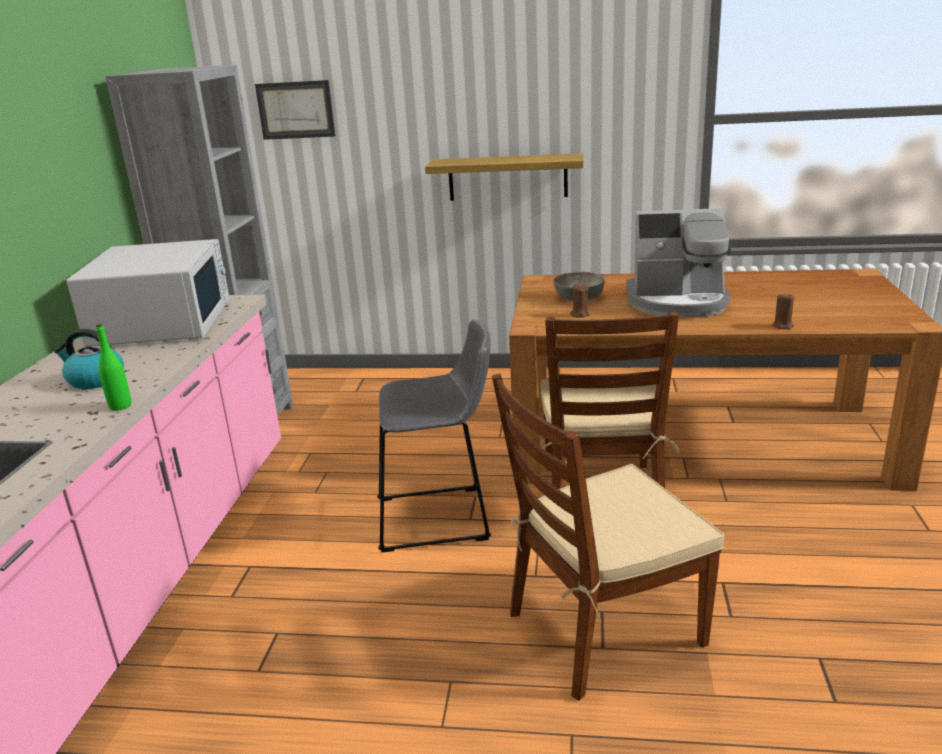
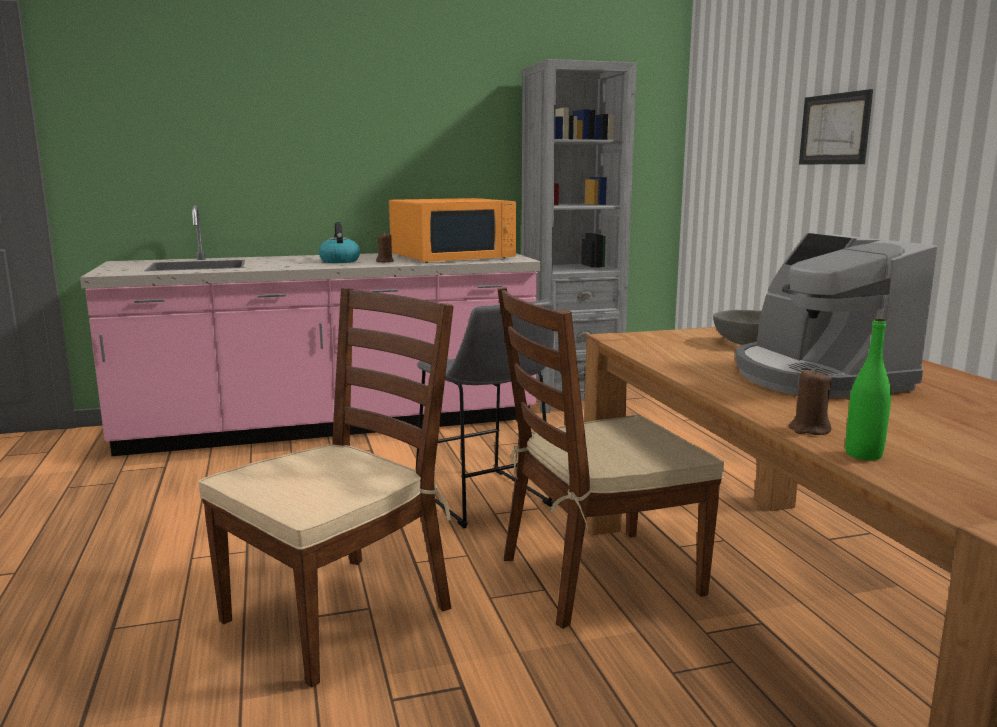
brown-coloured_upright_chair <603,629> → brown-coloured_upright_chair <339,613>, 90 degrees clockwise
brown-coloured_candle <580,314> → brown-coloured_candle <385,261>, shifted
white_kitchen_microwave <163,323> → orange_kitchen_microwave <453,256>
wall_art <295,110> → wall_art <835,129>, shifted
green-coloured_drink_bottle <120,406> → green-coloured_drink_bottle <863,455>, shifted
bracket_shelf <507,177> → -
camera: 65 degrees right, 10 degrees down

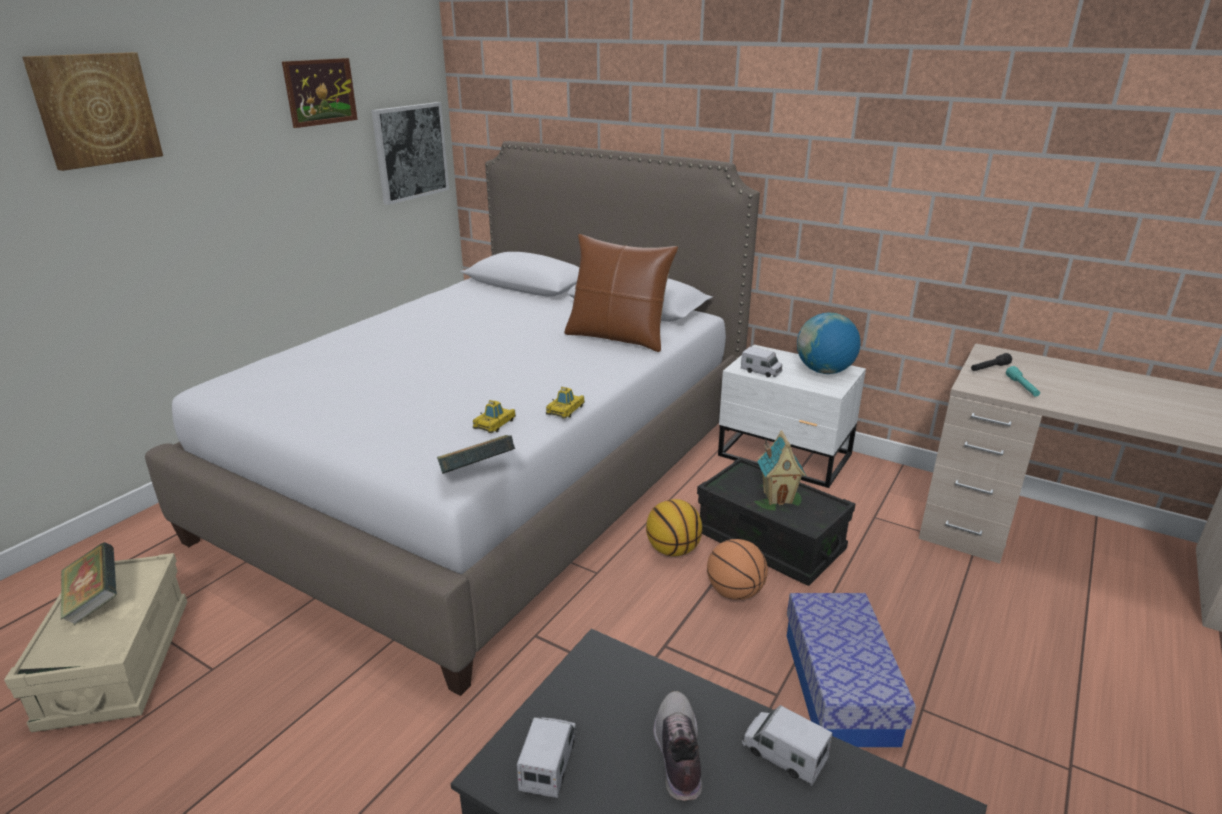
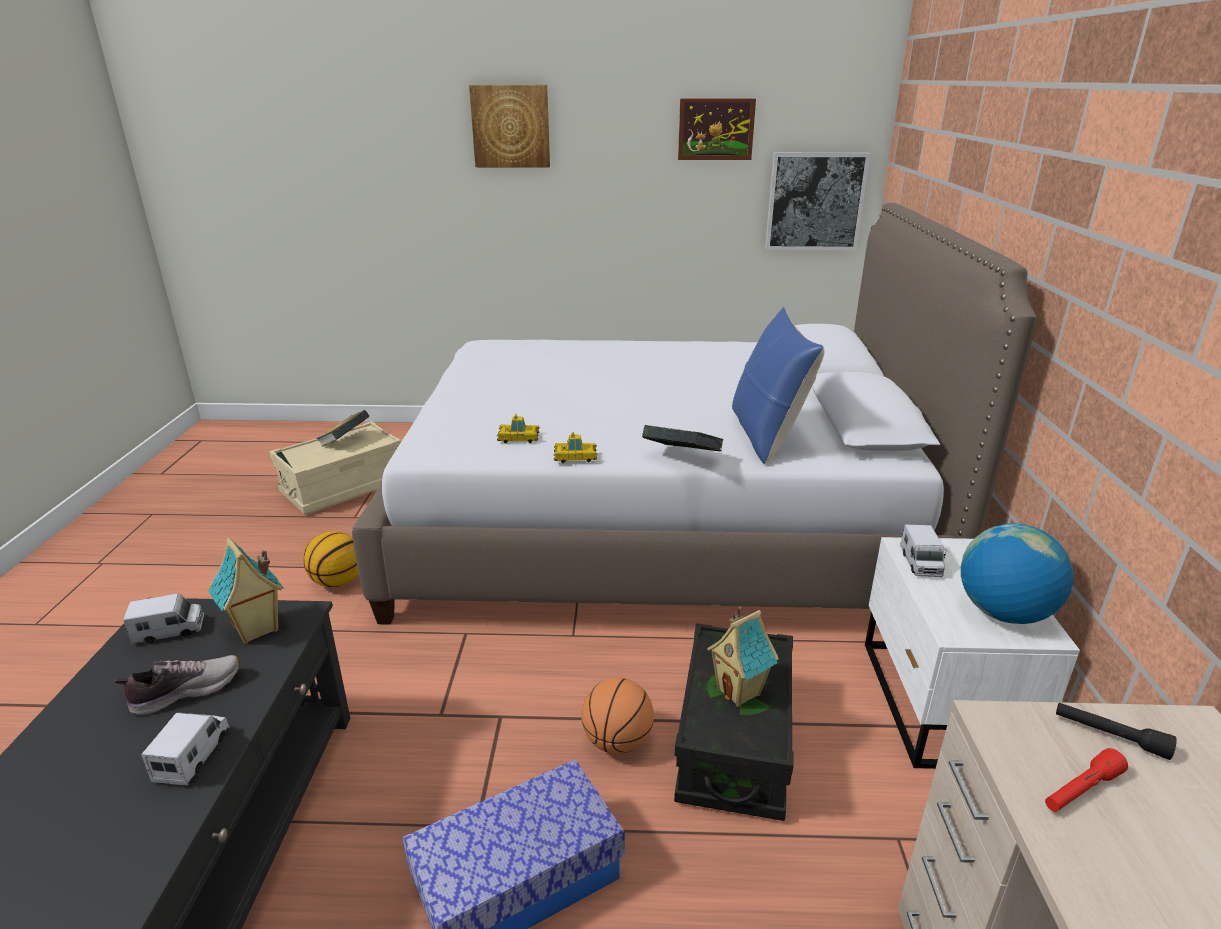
- → model_house <256,630>
basketball_ball <673,550> → basketball_ball <337,581>, shifted
volume <477,475> → volume <681,458>, shifted
brown-coloured_cushion <618,338> → bluish_cushion <767,435>
turquoise_hand_torch <1022,387> → red_hand_torch <1080,790>
camera: 60 degrees right, 0 degrees up

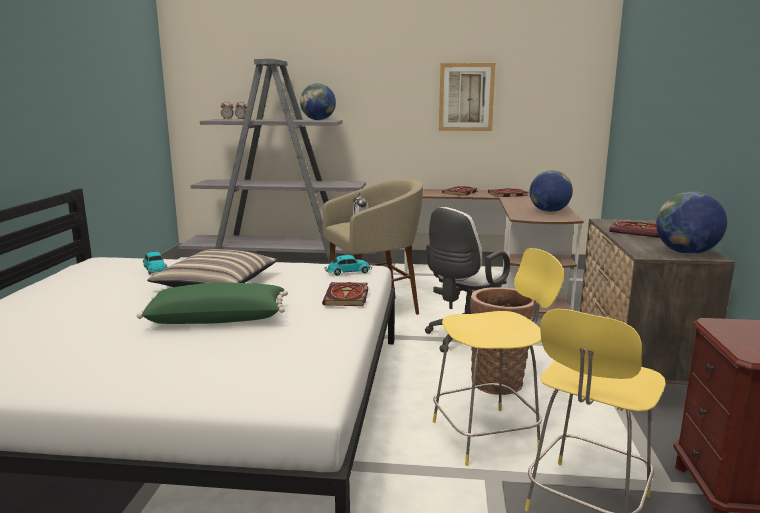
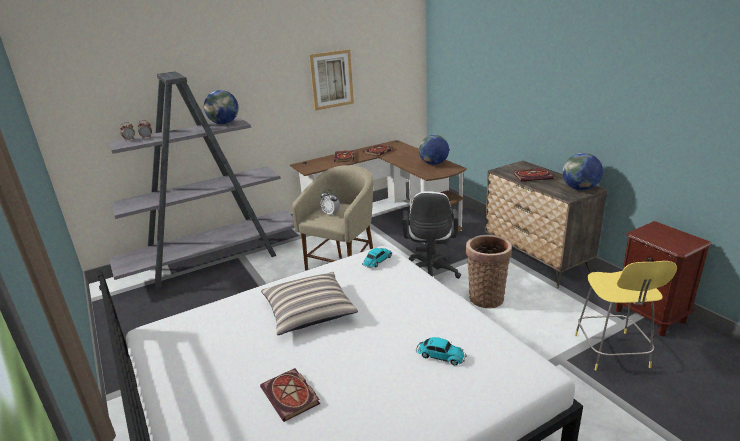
volume <347,297> → volume <292,396>, shifted
model_car <155,269> → model_car <439,355>, shifted
green-coloured_cushion <218,319> → -
yellowish_stool_seat <488,434> → -
camera: 35 degrees left, 10 degrees up

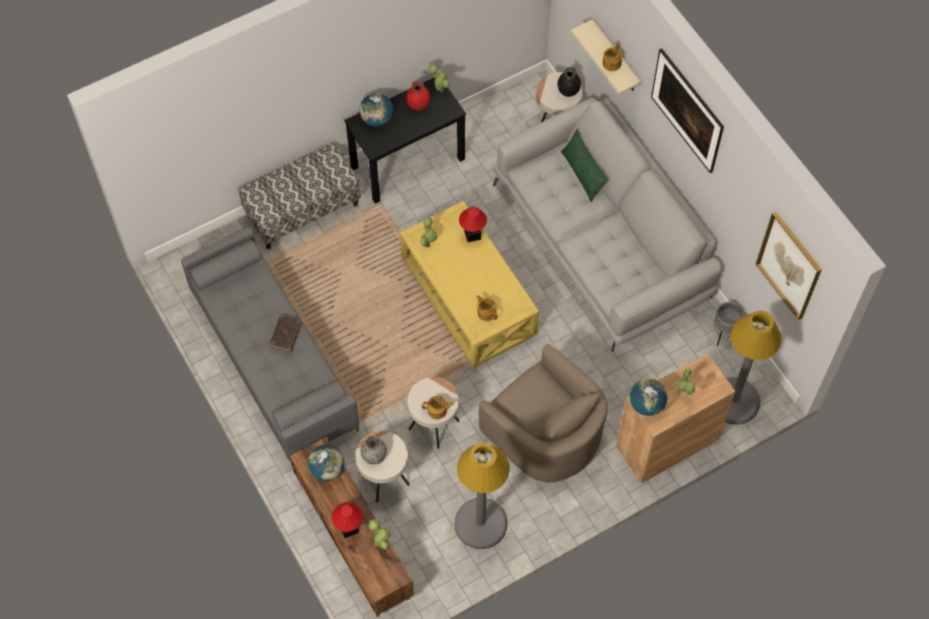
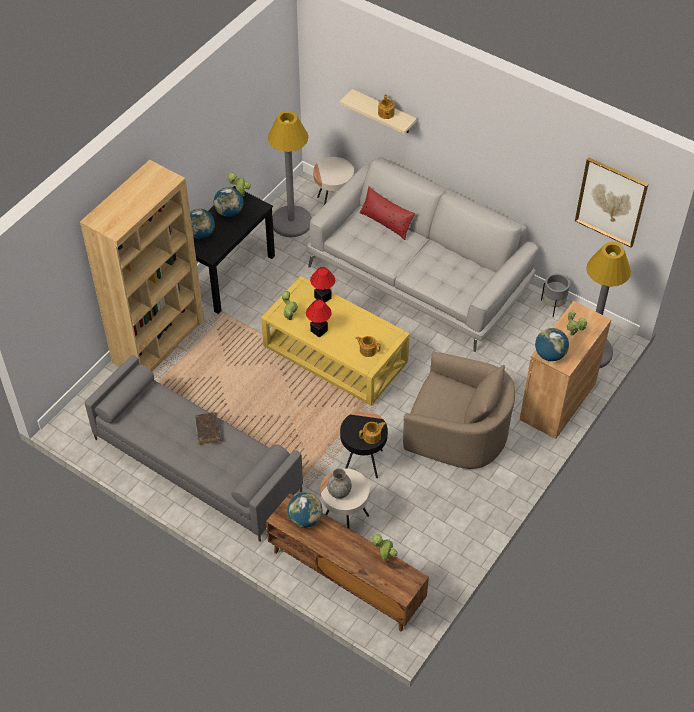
indoor_bench <303,210> → brown-coloured_bookcase <159,341>
red_vase <418,105> → desk_globe <229,212>
grey_standing_lamp <480,523> → grey_standing_lamp <291,222>, shifted
tabletop_lamp <349,528> → tabletop_lamp <319,330>, shifted
sand-coloured_side_table <434,425> → black-coloured_side_table <363,461>
green-coloured_cushion <583,173> → red_cushion <386,222>
black-coloured_vase <568,91> → -
wall_art <685,122> → -
camera: 25 degrees left, 10 degrees down

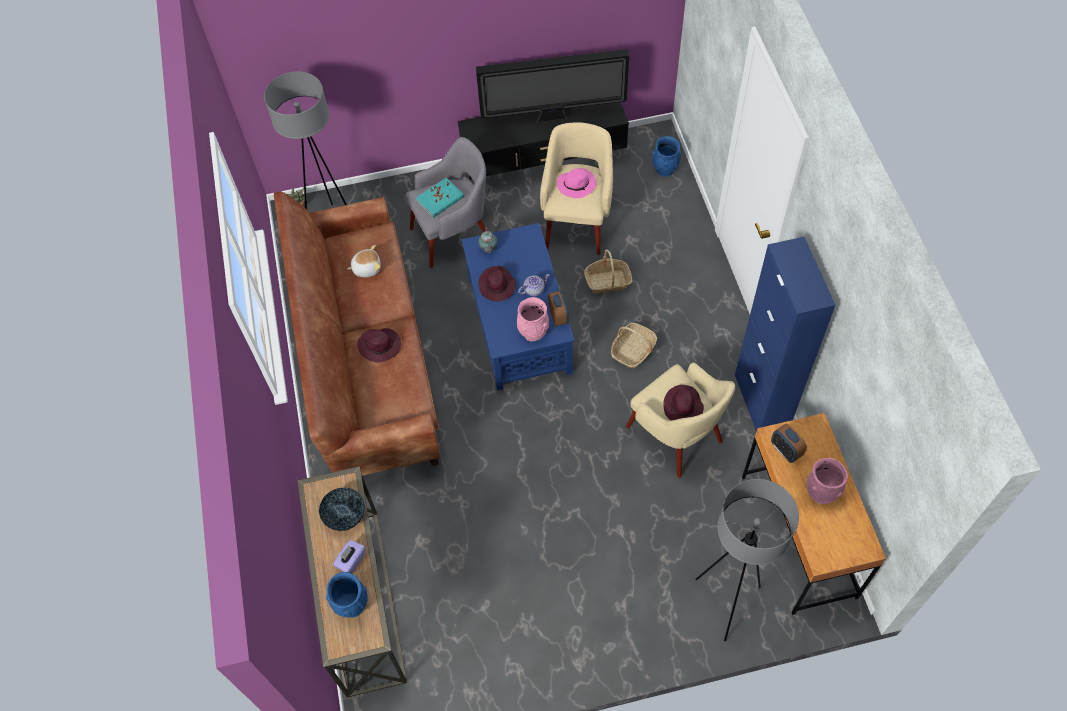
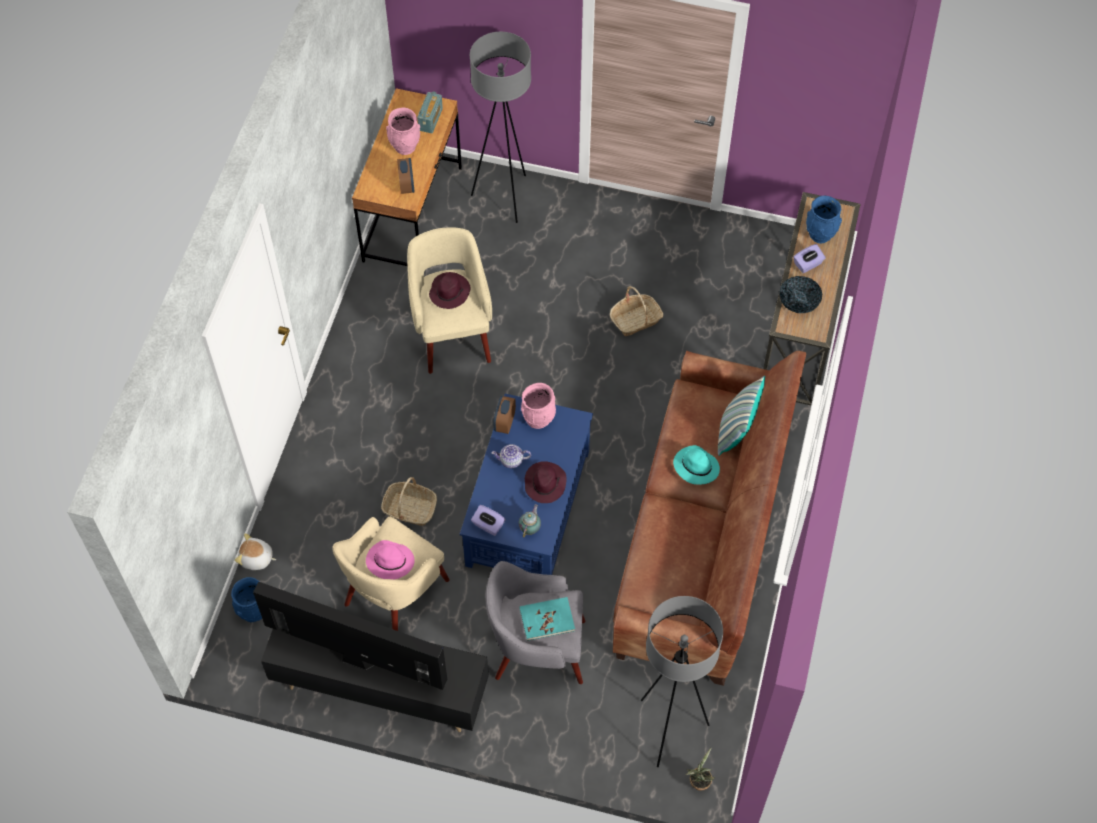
soft_toy <366,268> → soft_toy <256,559>, shifted
- → radio_set <430,119>
- → purplish_tissue_holder <488,525>
basket <633,350> → basket <635,320>, shifted
purplish_wearable_hat <380,346> → turquoise_wearable_hat <695,467>
- → cushion <736,431>
bluish_storage_cabinet <761,402> → -
camera: 155 degrees left, 0 degrees up

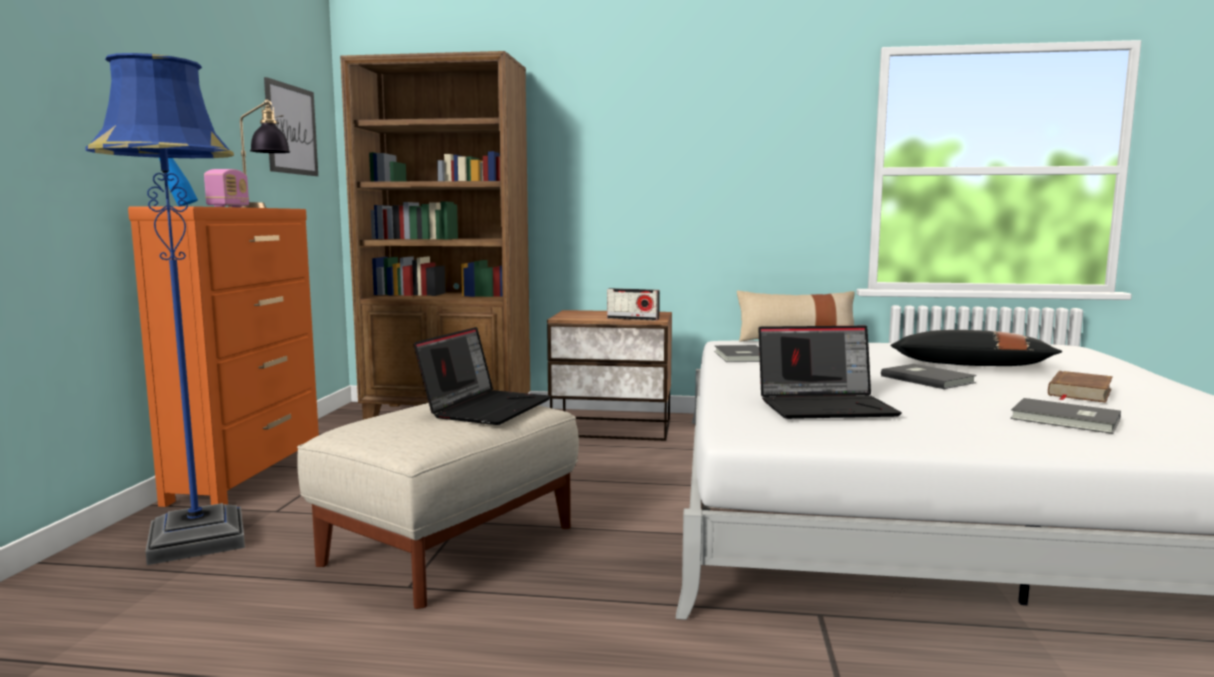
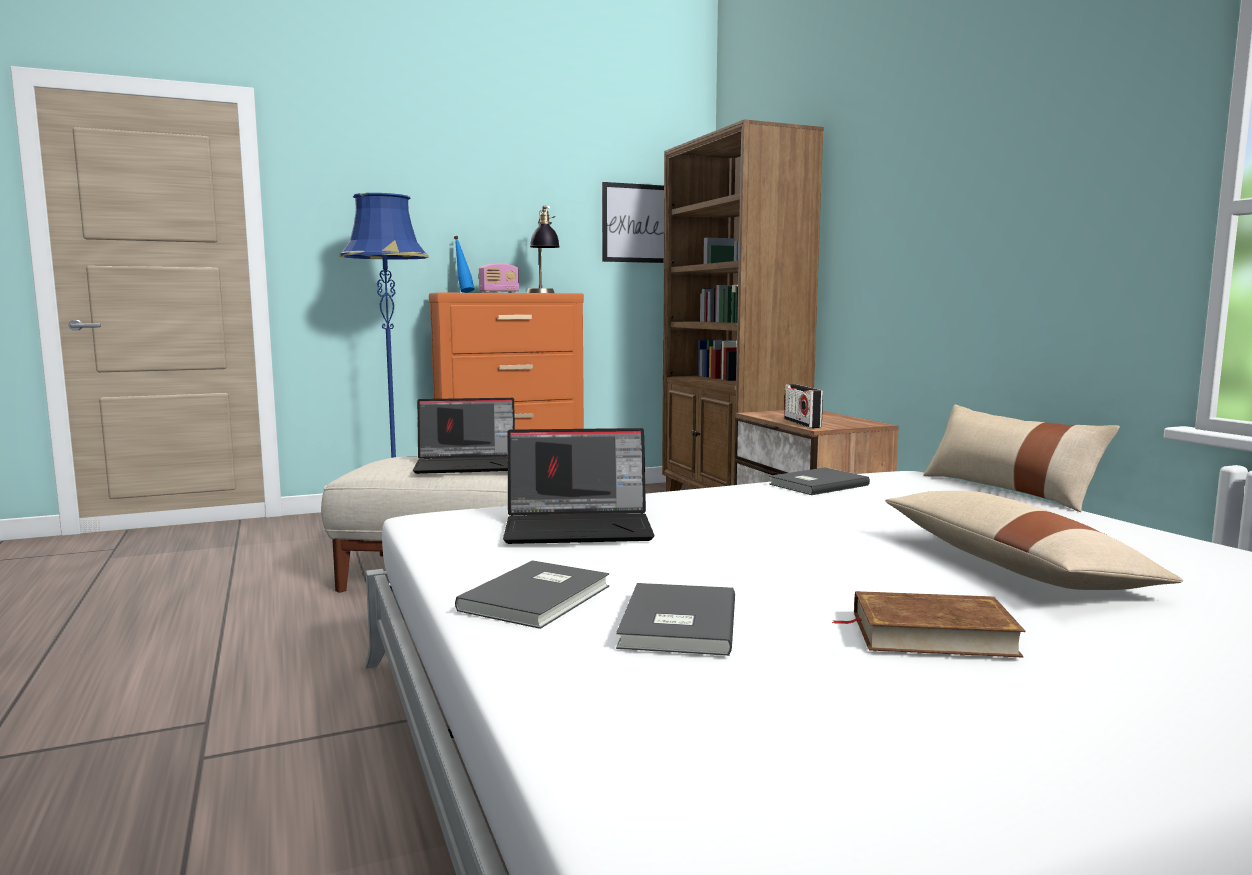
grey_volume <927,379> → grey_volume <540,598>, shifted
notebook_computer <826,406> → notebook_computer <580,527>, 60 degrees counterclockwise
black-coloured_cushion <970,365> → sand-coloured_cushion <1012,567>
camera: 60 degrees right, 0 degrees up

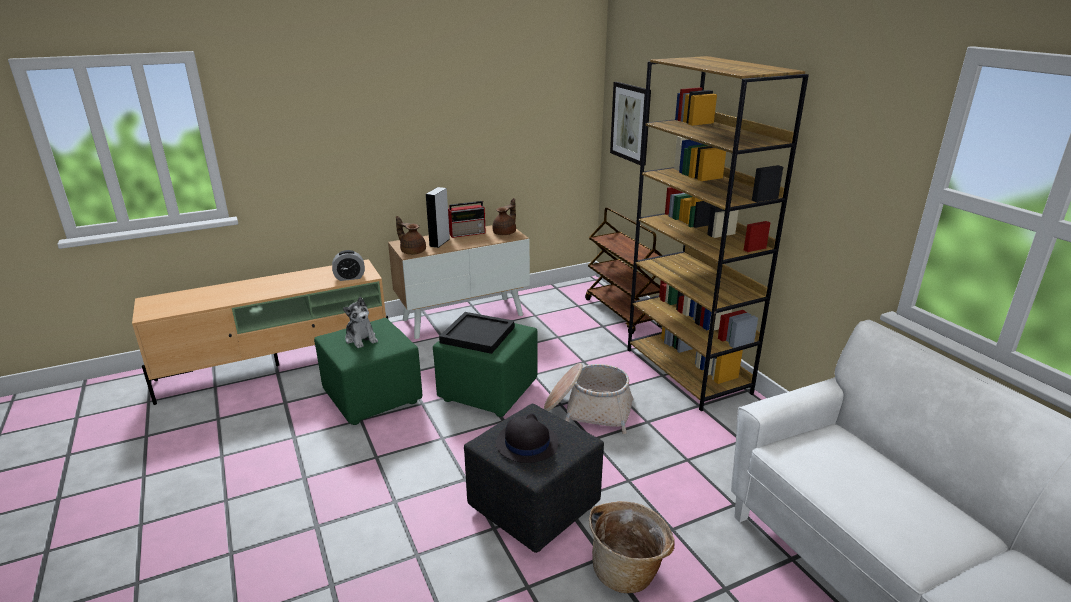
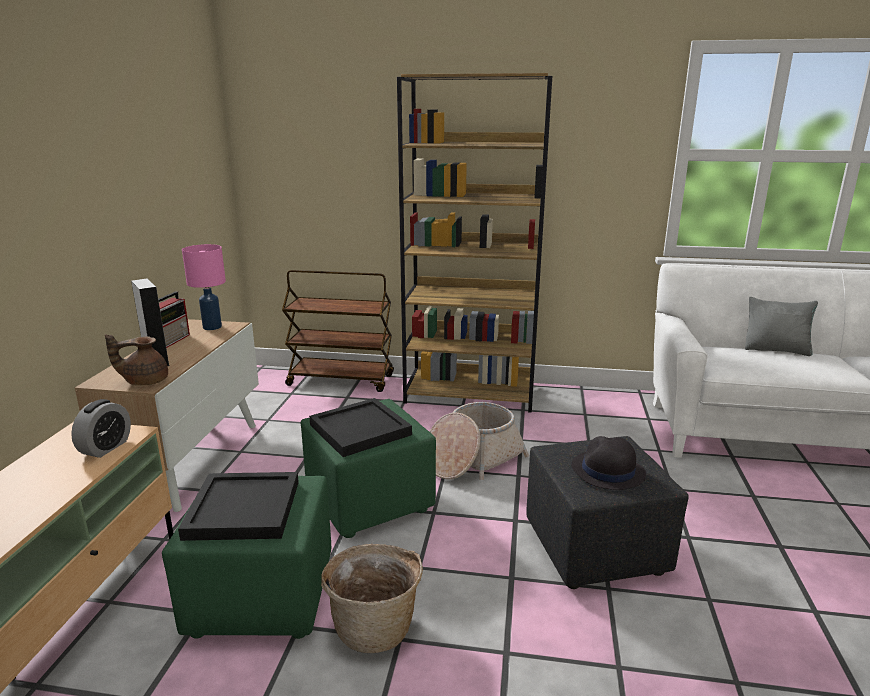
soft_toy <361,338> → black-coloured_carrying_tray <242,509>
brown-coloured_pot_for_tea <505,233> → pinkish_tabletop_lamp <213,327>
basket <628,571> → basket <375,625>, shifted
- → grey_cushion <776,350>
wall_art <631,123> → -
camera: 55 degrees left, 5 degrees down

